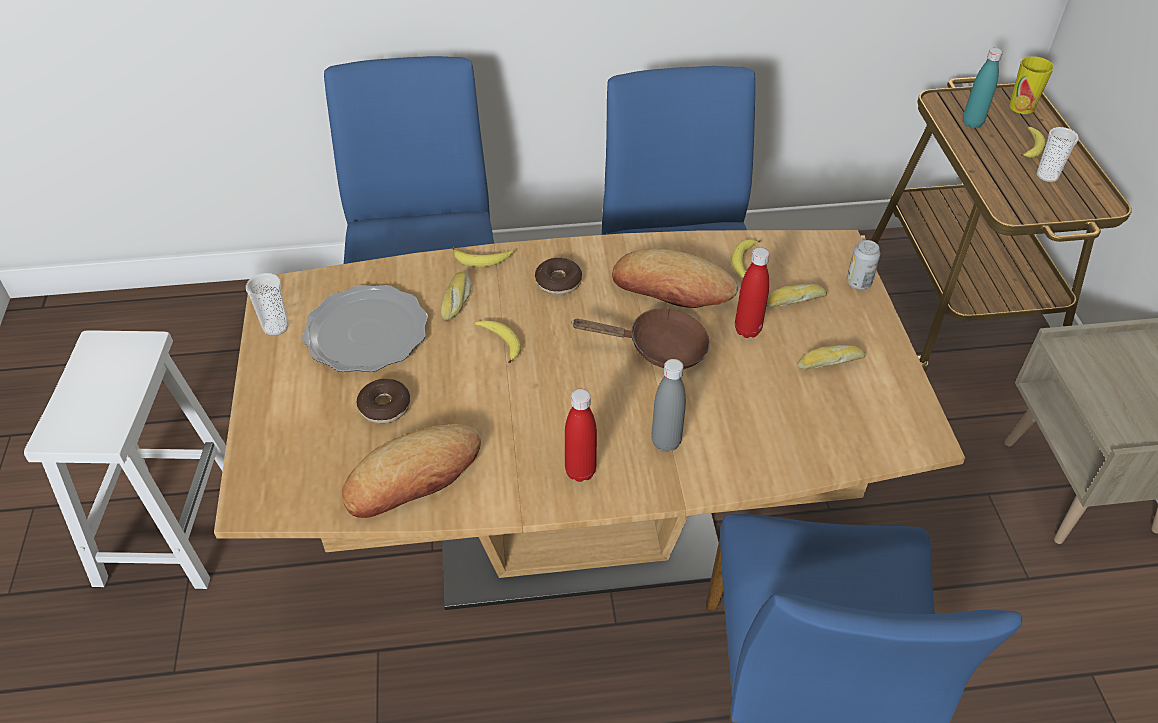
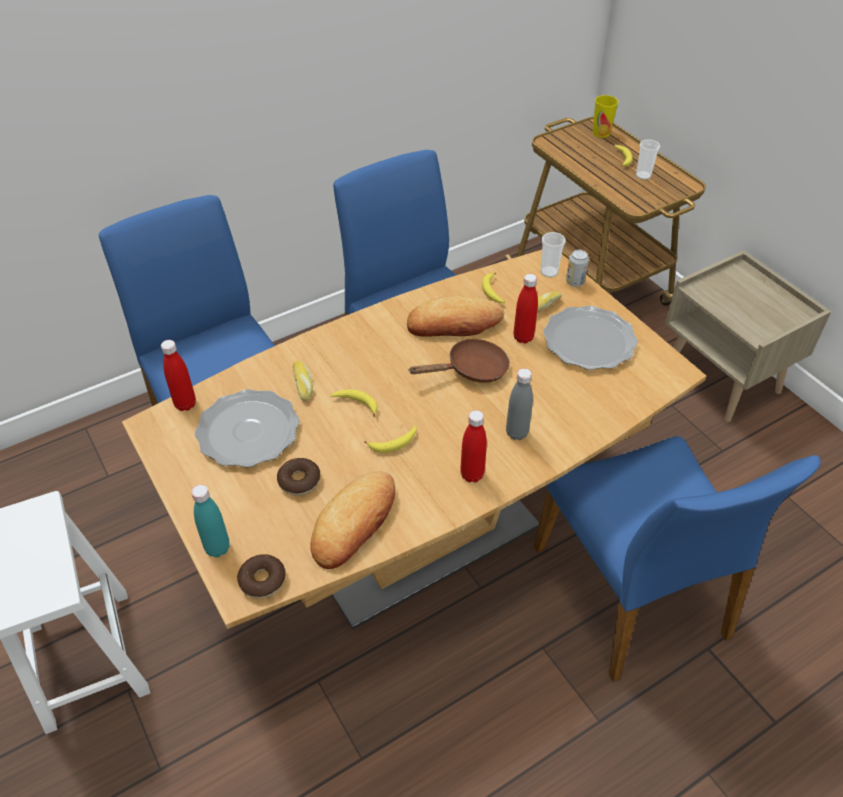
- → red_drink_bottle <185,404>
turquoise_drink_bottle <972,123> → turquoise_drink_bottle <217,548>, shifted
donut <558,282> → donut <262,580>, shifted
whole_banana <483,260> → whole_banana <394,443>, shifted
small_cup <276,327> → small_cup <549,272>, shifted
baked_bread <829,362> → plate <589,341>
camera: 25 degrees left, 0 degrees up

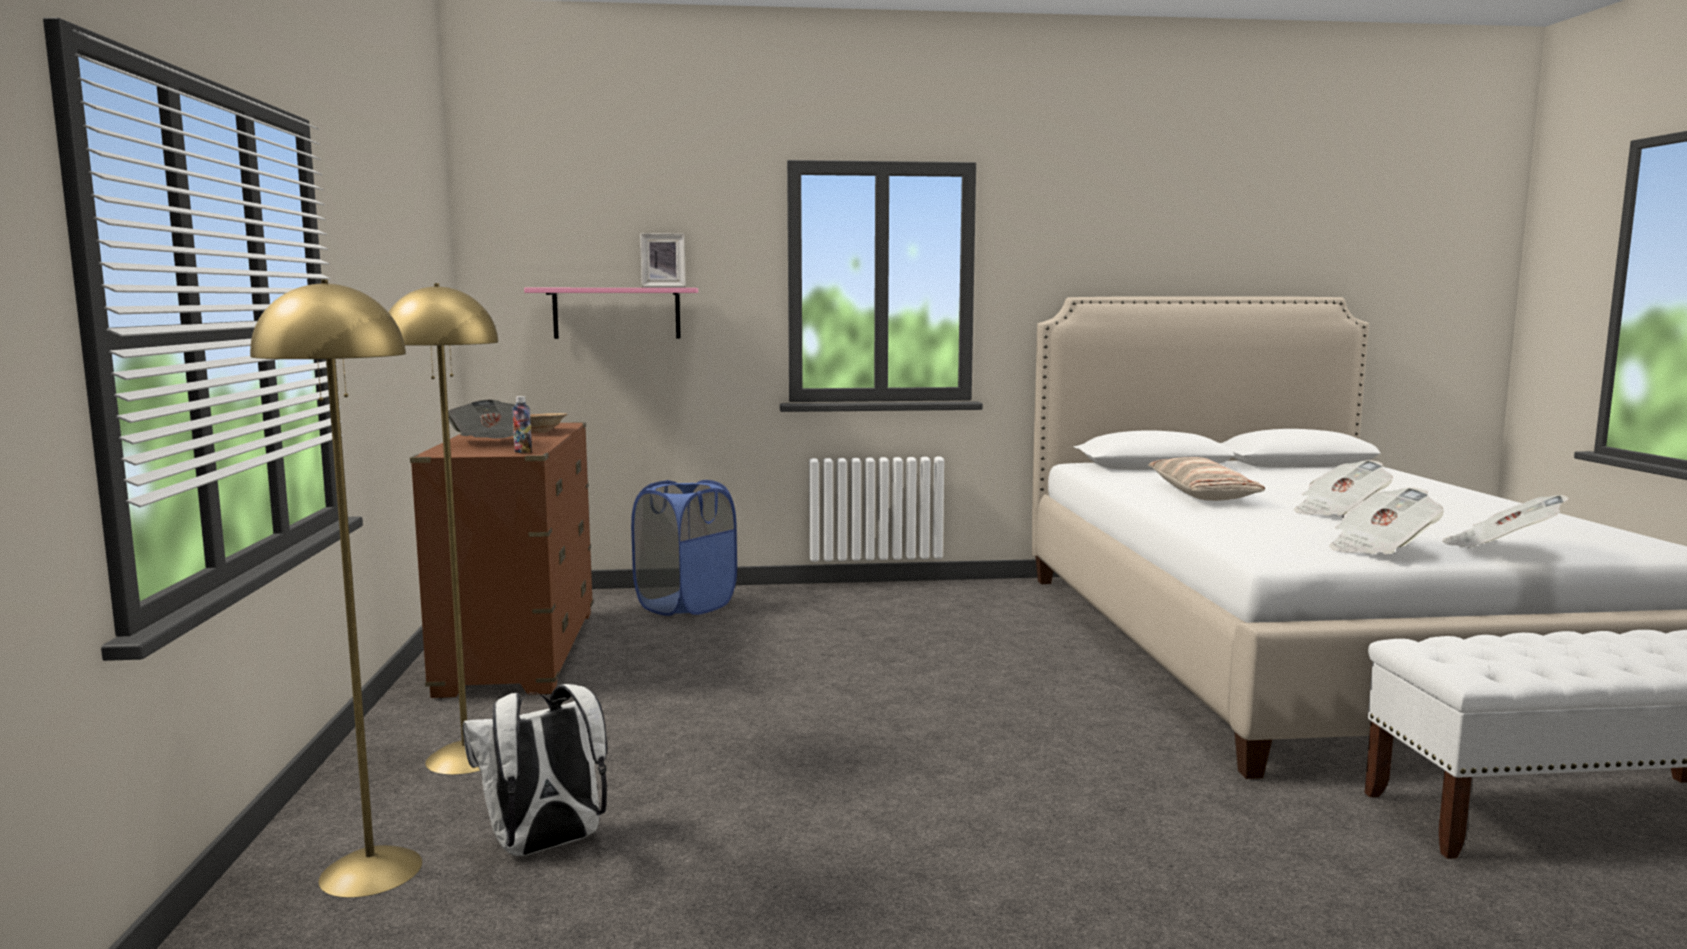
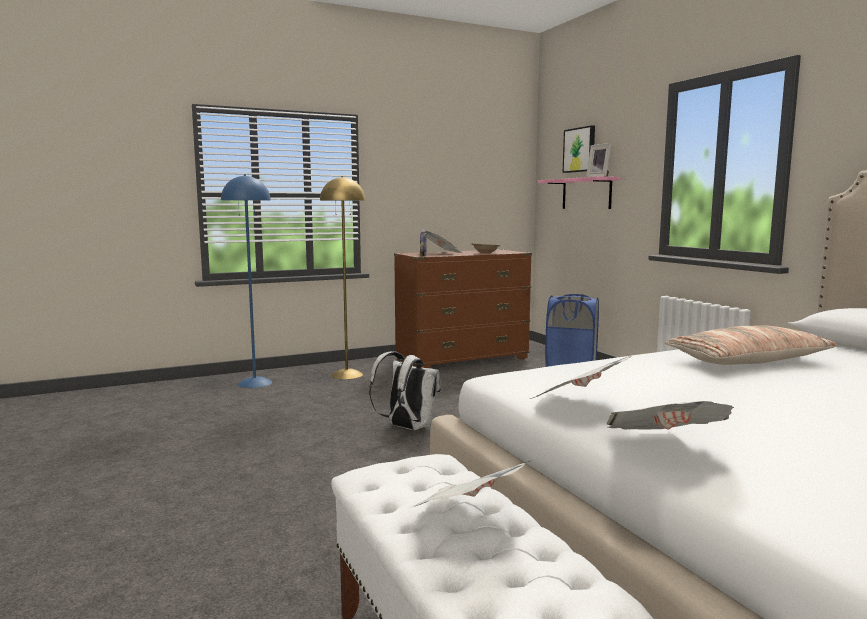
yellowish_standing_lamp <370,871> → bluish_standing_lamp <255,383>
white_rucksack <545,846> → white_rucksack <407,427>, shifted
daily_paper <1338,512> → daily_paper <467,516>, shifted
- → wall_art <580,150>
camera: 70 degrees right, 0 degrees up

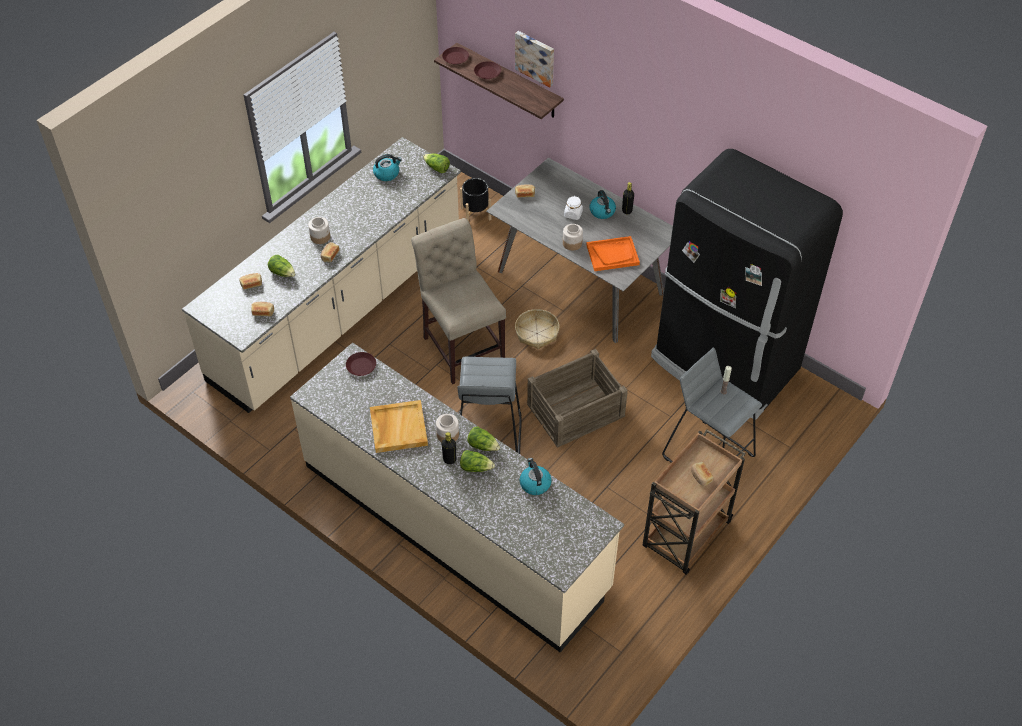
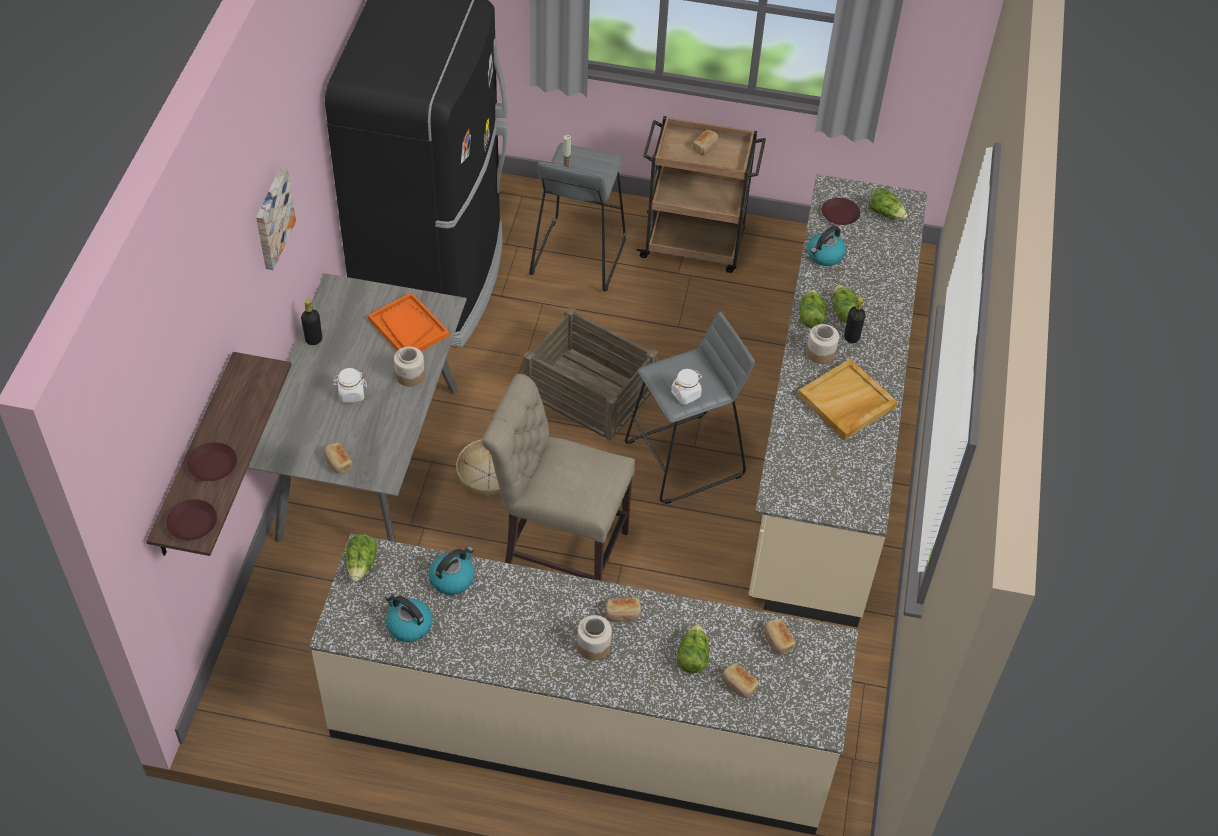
wall_art <535,57> → wall_art <272,218>, shifted
kettle <602,212> → kettle <452,578>, shifted
sand-coloured_upright_chair <462,346> → sand-coloured_upright_chair <559,547>, 75 degrees clockwise
- → white_preserve_jar <686,394>
brown-coloured_plate <361,366> → brown-coloured_plate <840,215>, shifted
- → lettuce_head <885,213>
black-coloured_plant_pot <476,213> → -
camera: 120 degrees left, 0 degrees up

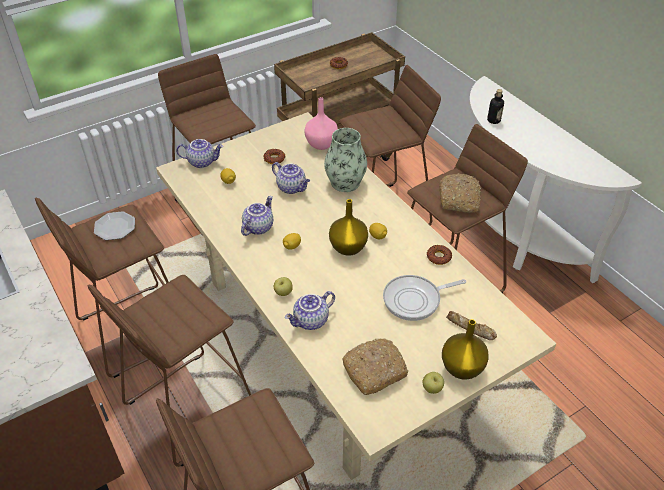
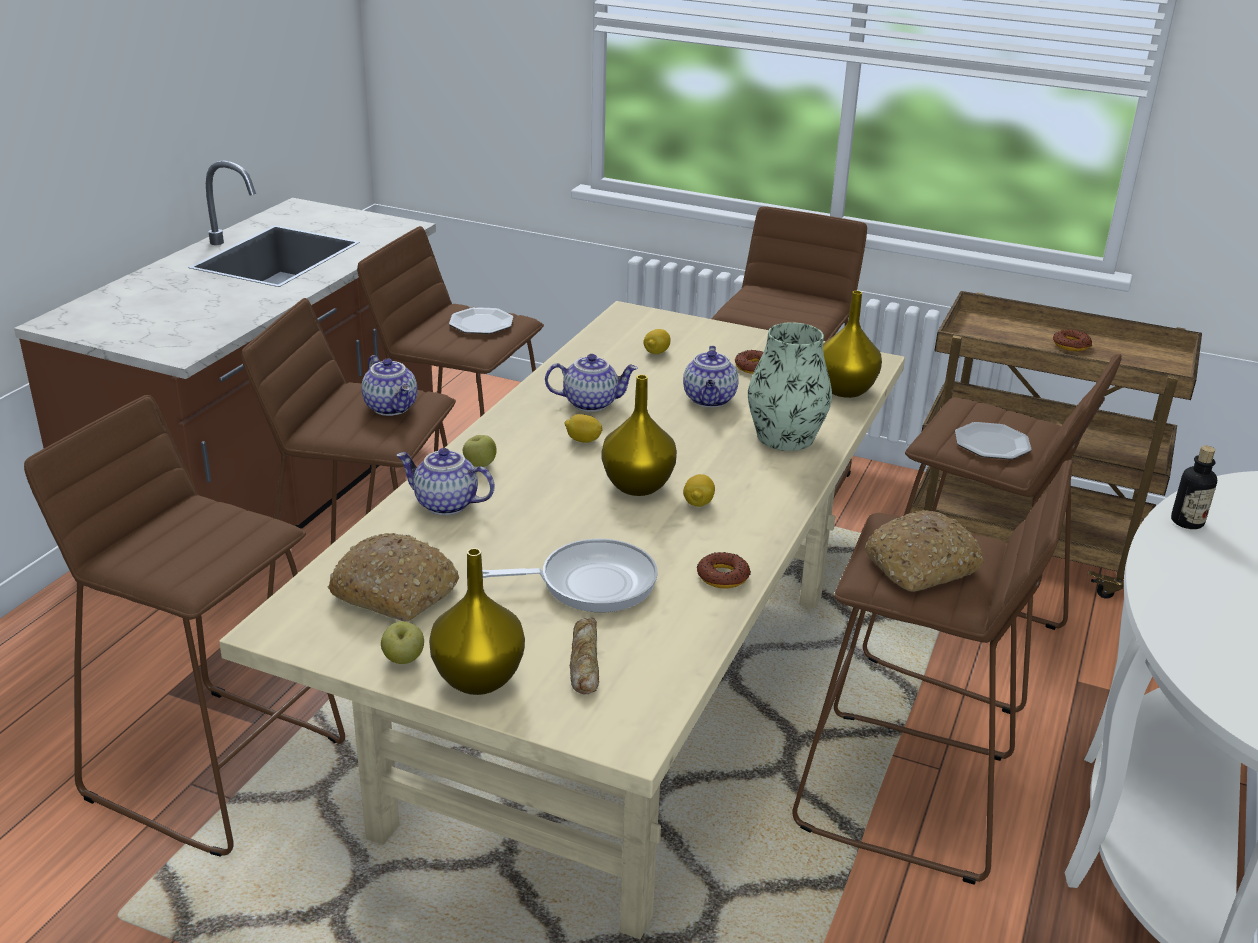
pot_for_tea <202,162> → pot_for_tea <392,407>, shifted
pan <415,300> → pan <590,583>, 135 degrees clockwise
pinkish_vase <322,144> → yellowish_vase <846,390>
- → plate <992,444>
camera: 55 degrees right, 15 degrees down

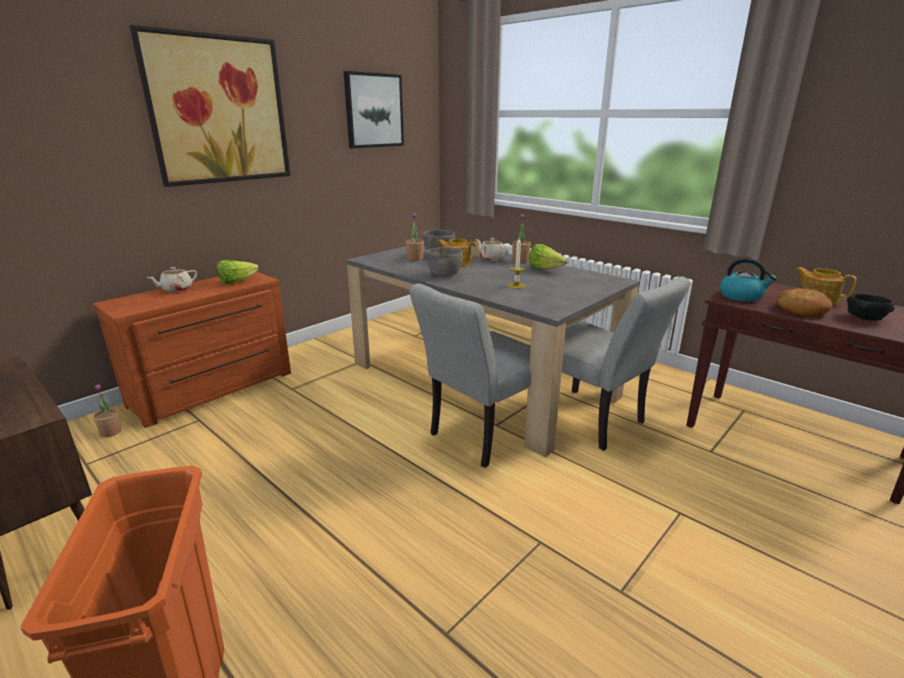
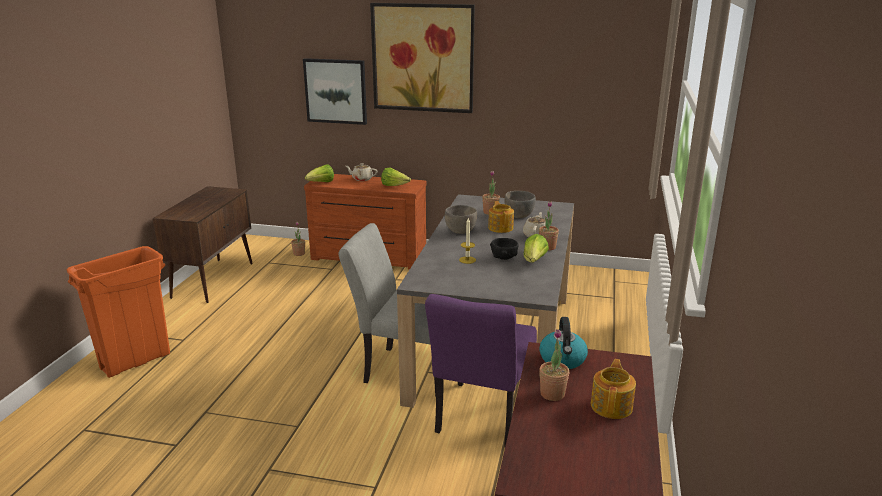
wall_art <374,110> → wall_art <336,91>, shifted
- → lettuce_head <321,183>
grey_upright_chair <594,422> → purplish_upright_chair <480,419>
black-coloured_deep_dish <864,318> → black-coloured_deep_dish <504,257>, shifted
baked_bread <800,310> → plant_in_a_pot <552,394>
camera: 60 degrees right, 0 degrees up

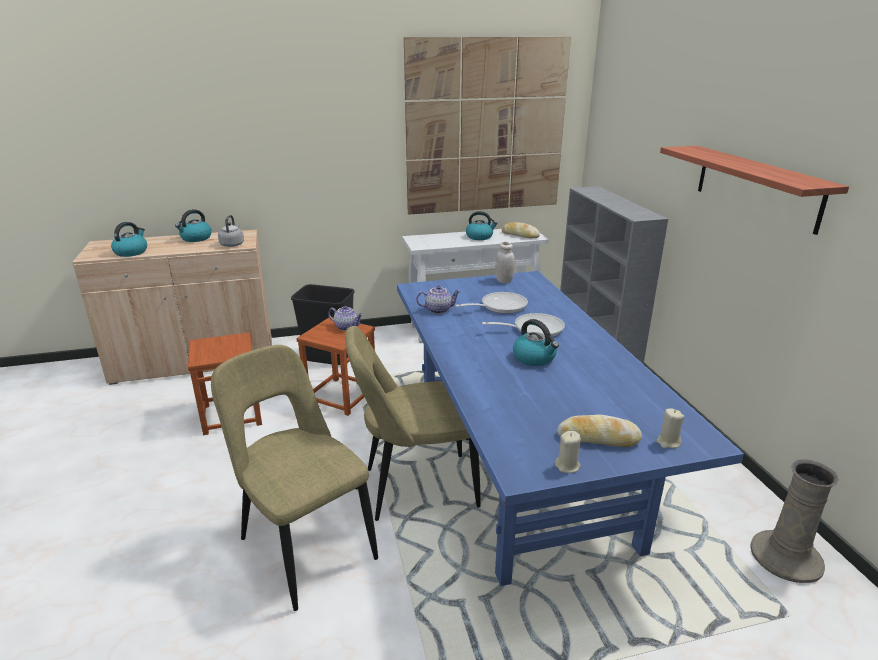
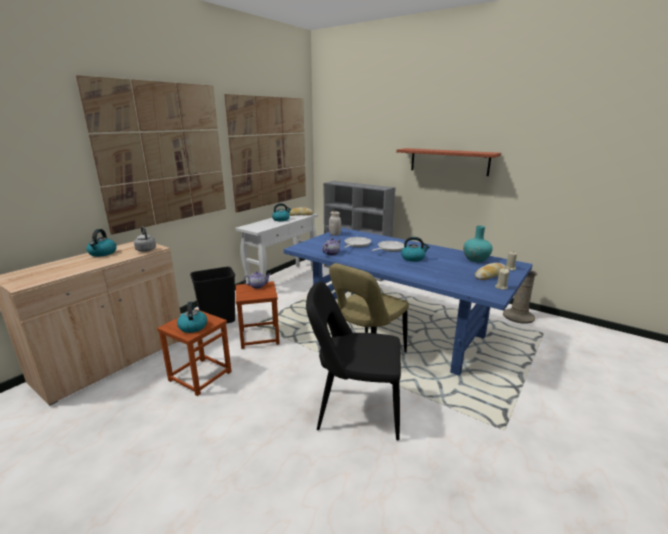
- → wall_art <164,154>
kettle <131,252> → kettle <193,326>, shifted
sand-coloured_upright_chair <304,545> → black-coloured_upright_chair <355,412>
- → turquoise_vase <476,259>
camera: 40 degrees left, 5 degrees down

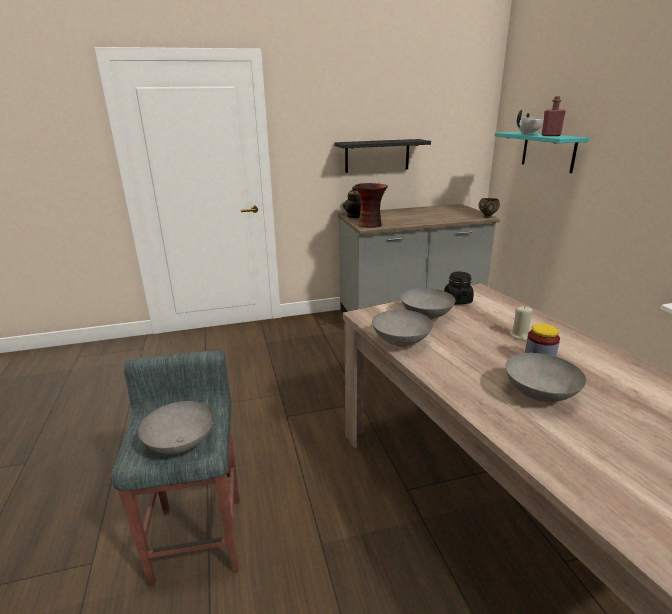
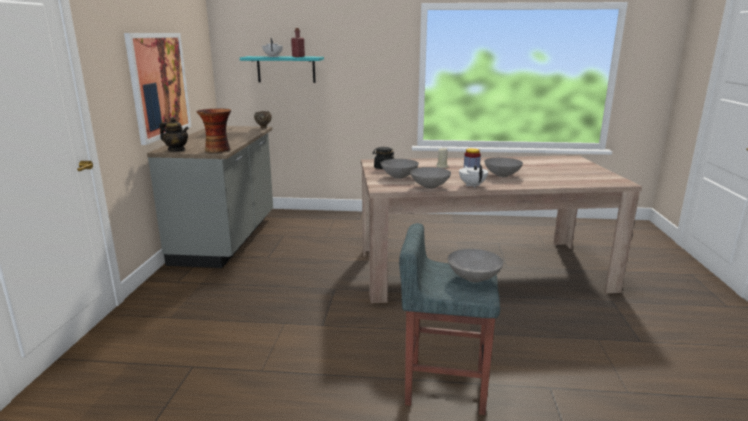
black-coloured_bracket_shelf <377,155> → wall_art <159,85>
- → white_pot_for_tea <472,185>
camera: 70 degrees left, 5 degrees down

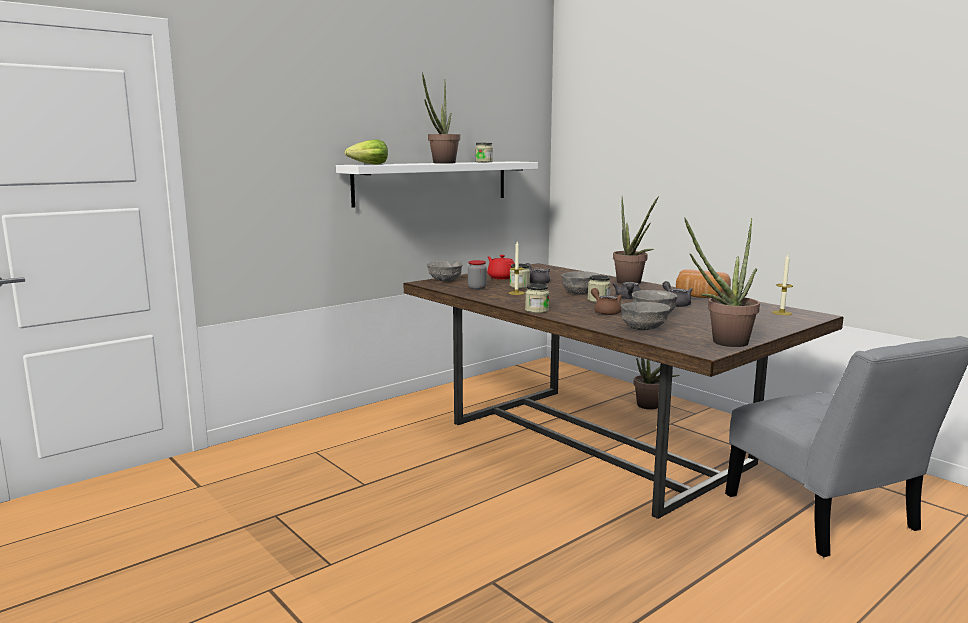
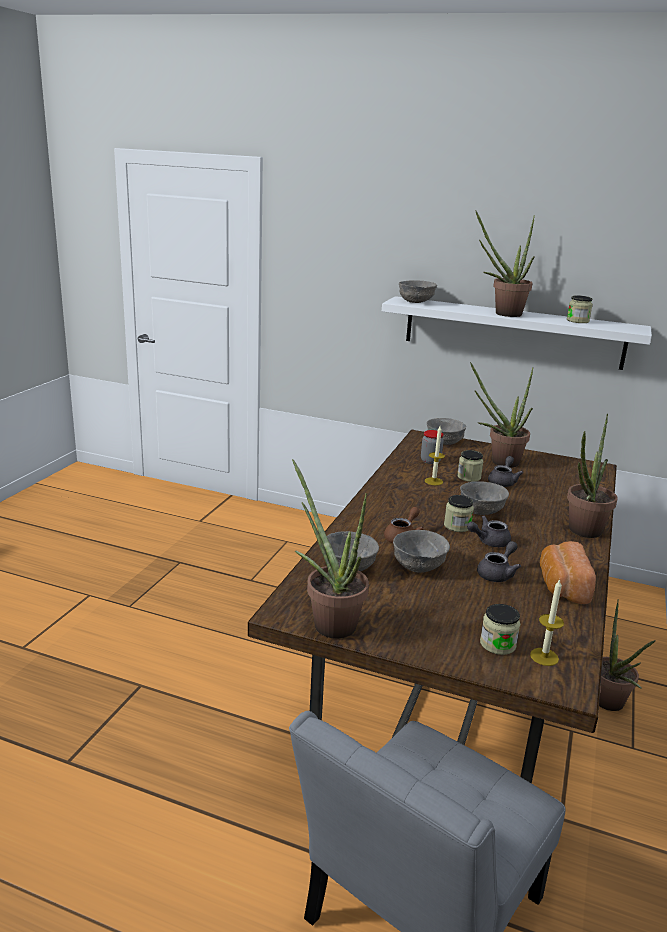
lettuce_head <369,164> → grey_deep_dish <416,302>
red_pot_for_tea <501,277> → plant_in_a_pot <499,462>
preserve_jar <536,310> → preserve_jar <497,644>, shifted
camera: 60 degrees right, 10 degrees up

